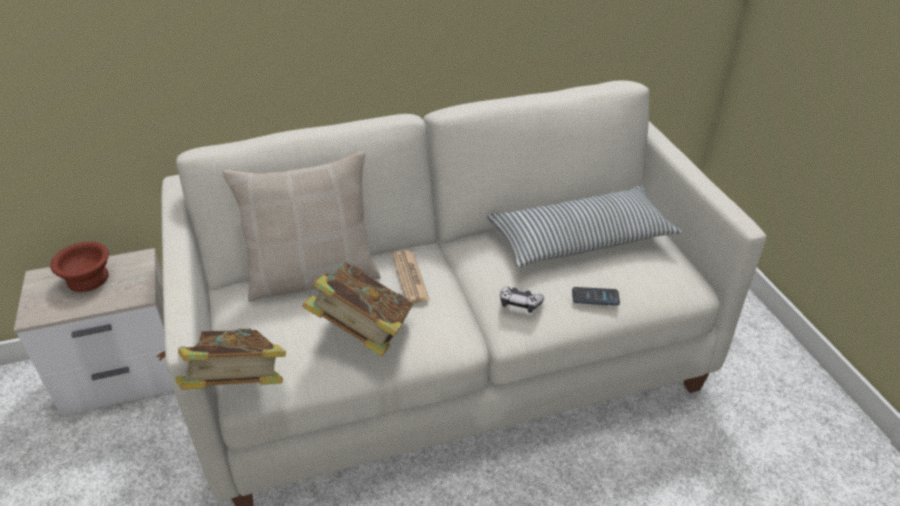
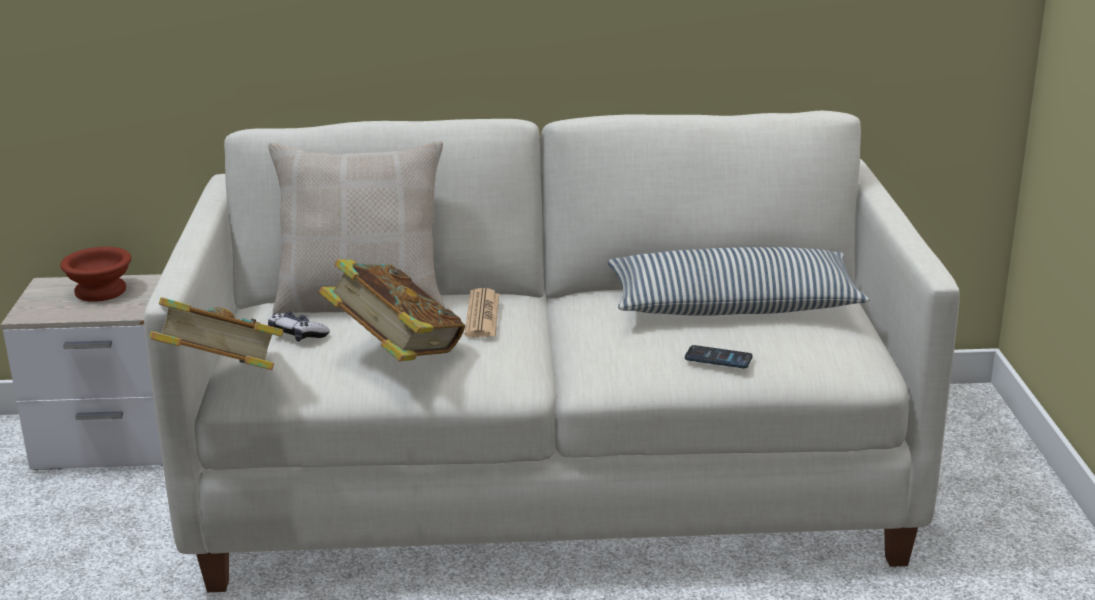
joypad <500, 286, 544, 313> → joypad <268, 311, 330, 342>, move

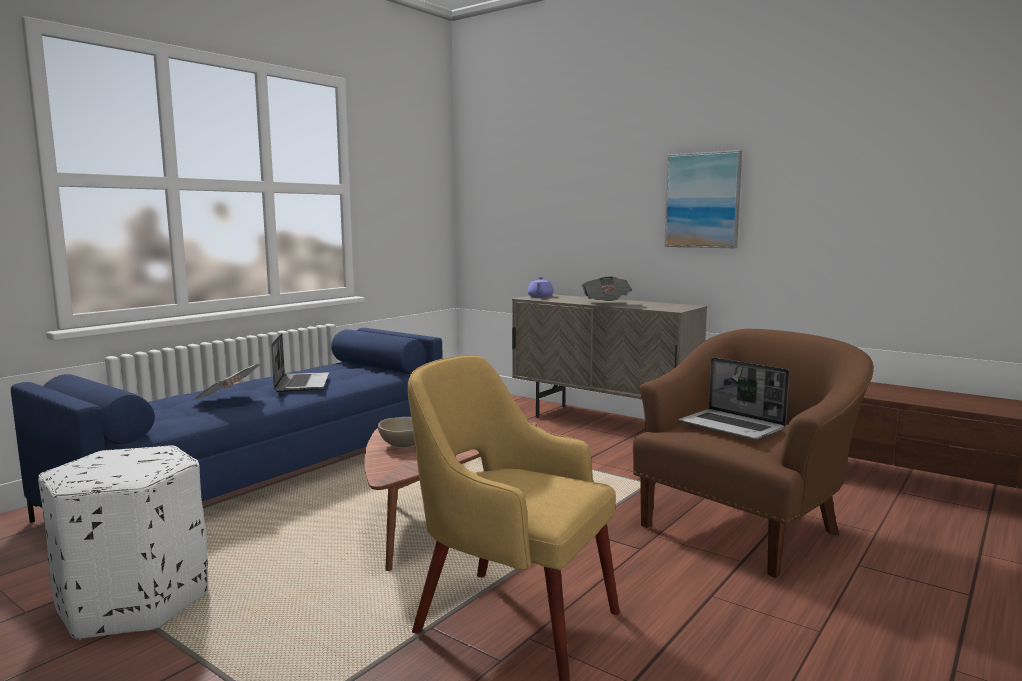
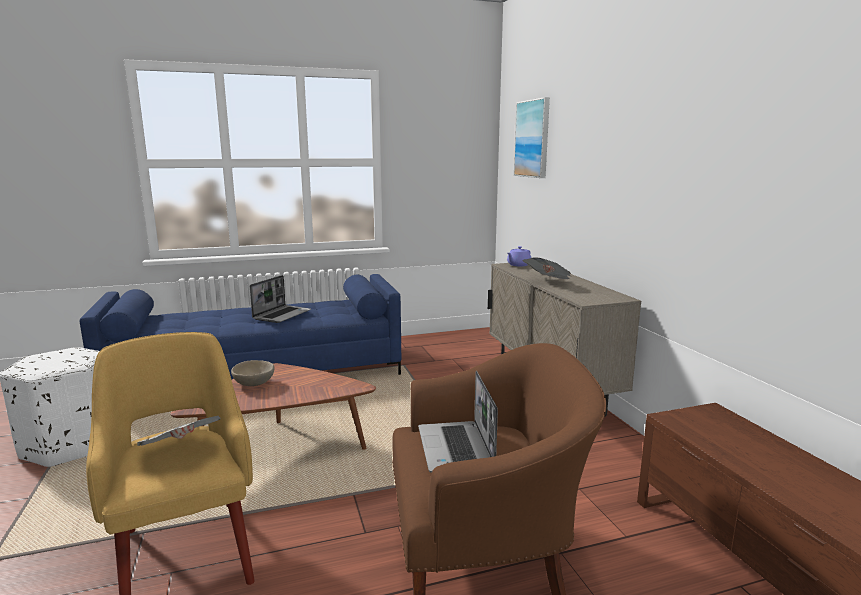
daily paper <192, 364, 260, 401> → daily paper <137, 416, 221, 446>, move
wall art <664, 150, 742, 248> → wall art <514, 97, 550, 178>, move

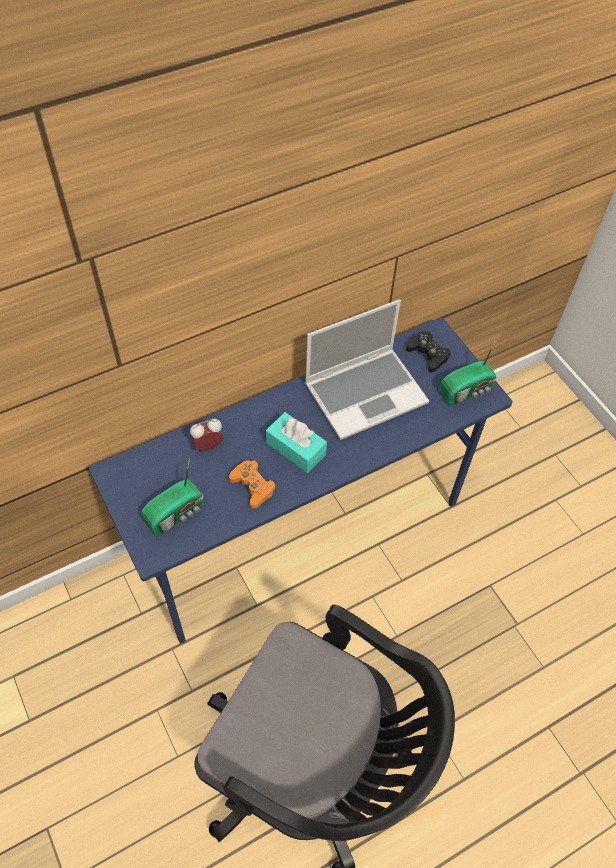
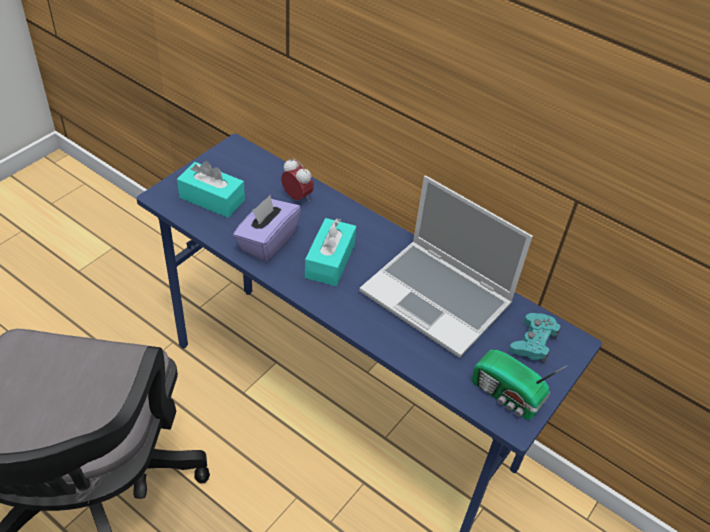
radio receiver <141, 458, 203, 536> → tissue box (turquoise-coloured) <177, 161, 245, 218>
joypad (orange-coloured) <229, 460, 276, 509> → tissue box (purplish) <233, 195, 301, 262>
joypad (black) <406, 331, 451, 372> → joypad (turquoise-coloured) <509, 313, 561, 364>

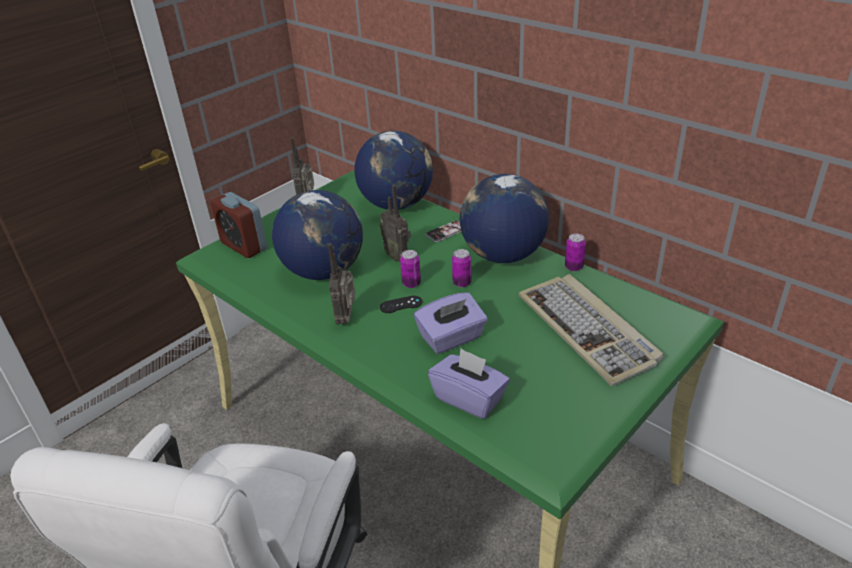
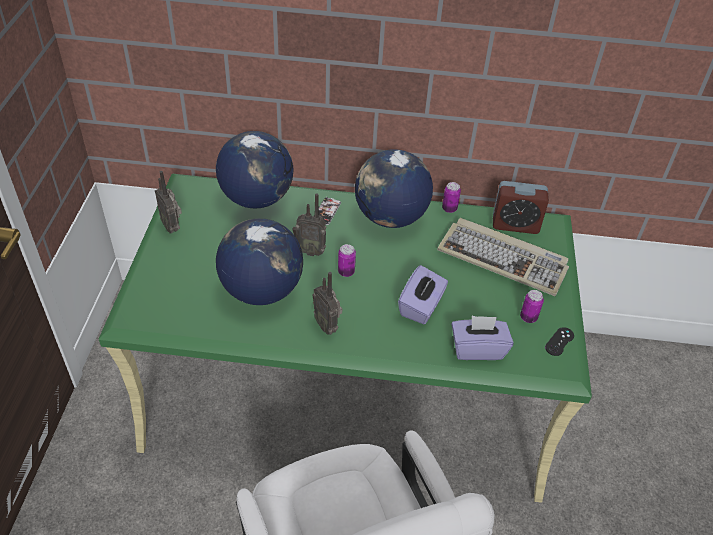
table clock <210, 192, 267, 258> → table clock <493, 181, 549, 234>, move
joypad (black) <380, 296, 422, 313> → joypad (black) <545, 327, 574, 356>, move
can <452, 249, 472, 287> → can <520, 290, 544, 323>, move

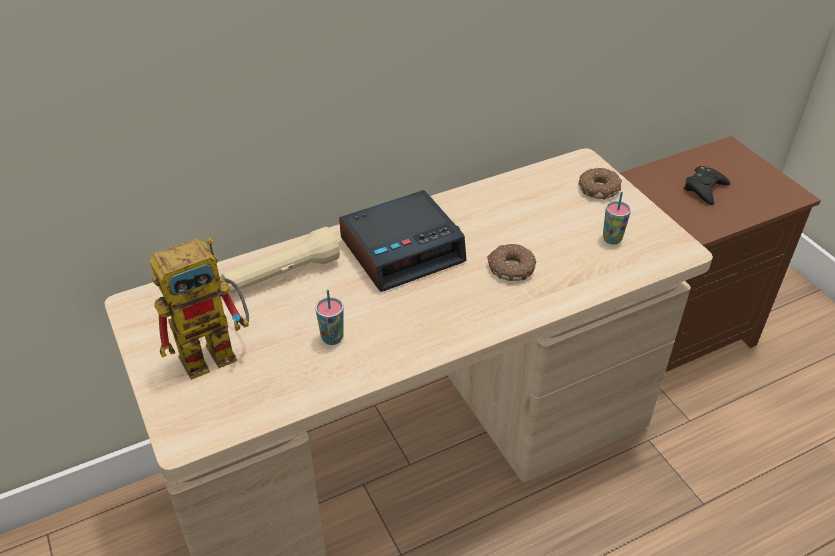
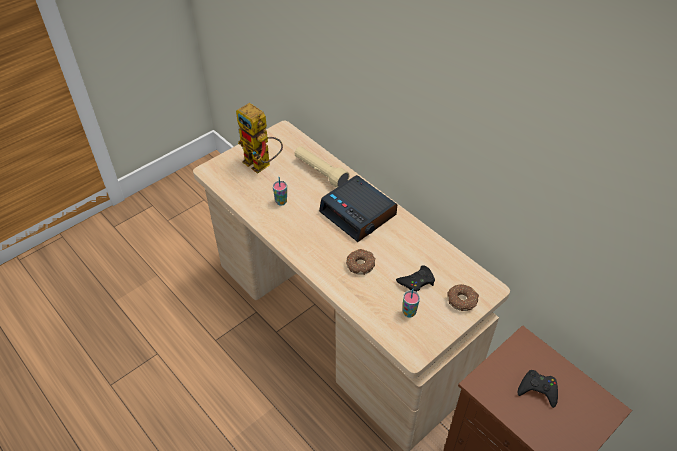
- → joypad (black) <396, 265, 435, 292>

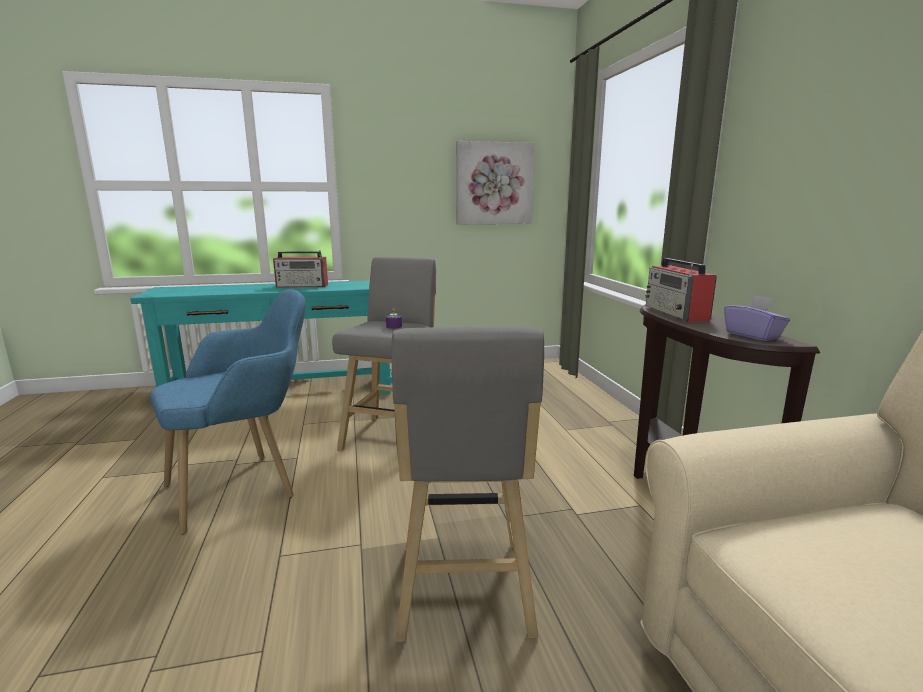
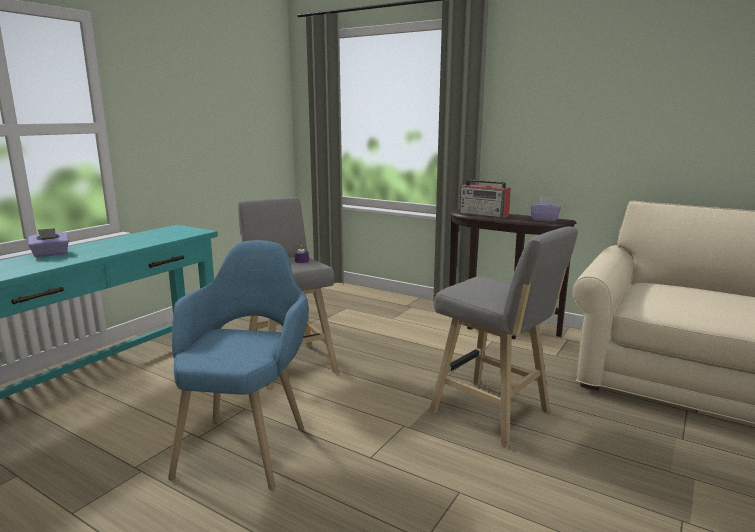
radio receiver <273, 250, 328, 288> → -
wall art <456, 141, 534, 224> → -
- → tissue box (purplish) <28, 228, 69, 257>

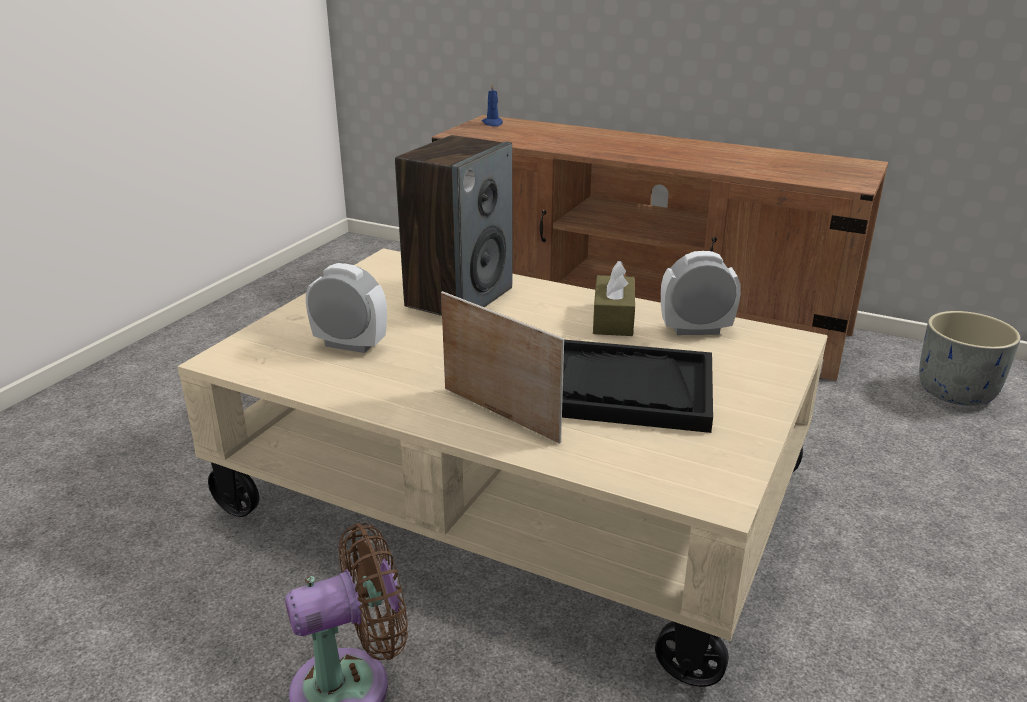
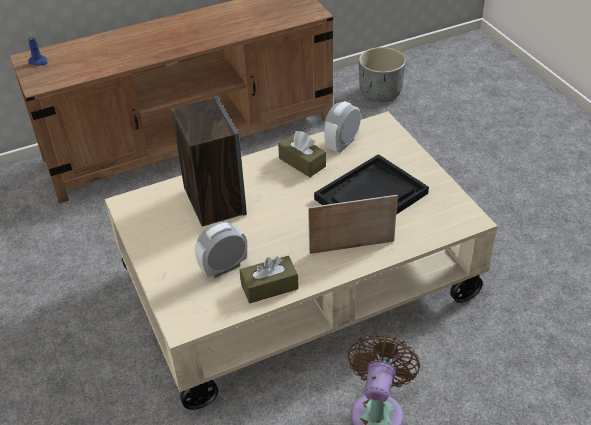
- → tissue box (brown-coloured) <240, 256, 299, 303>

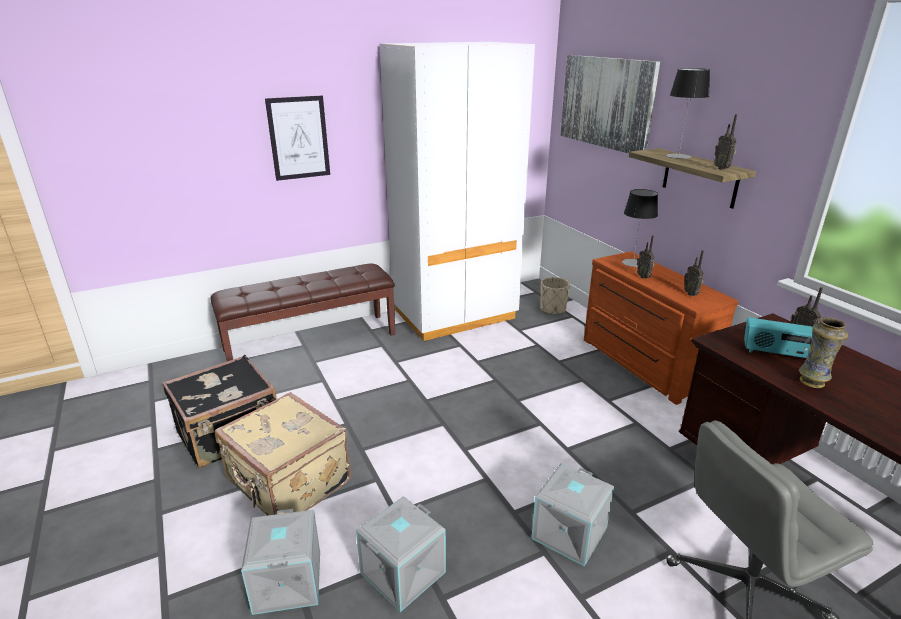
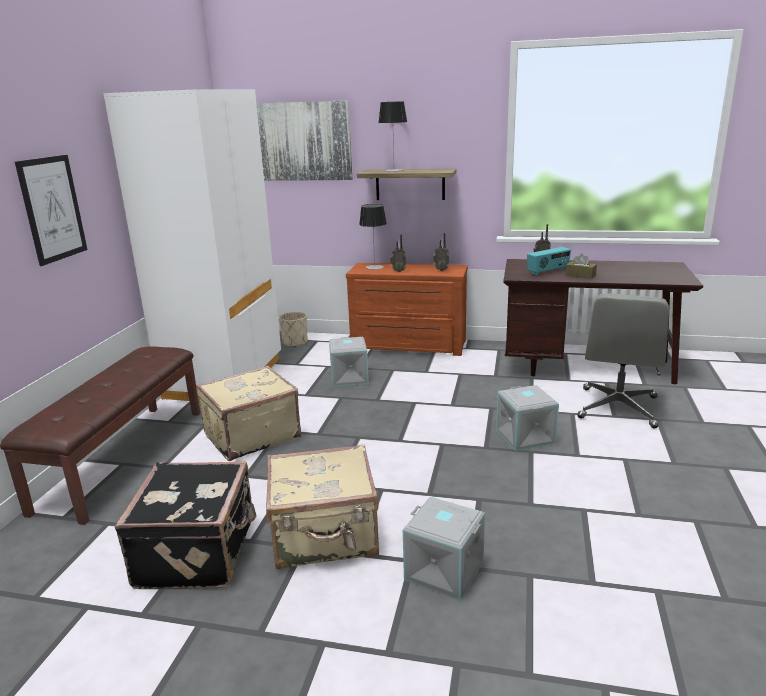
storage container (greyish) <356, 496, 446, 612> → storage container (greyish) <329, 337, 369, 387>, move
radio receiver <714, 114, 737, 170> → -
decorative vase <799, 317, 849, 388> → tissue box (brown-coloured) <566, 254, 597, 279>
- → piece of luggage (sand-coloured) <196, 366, 301, 461>

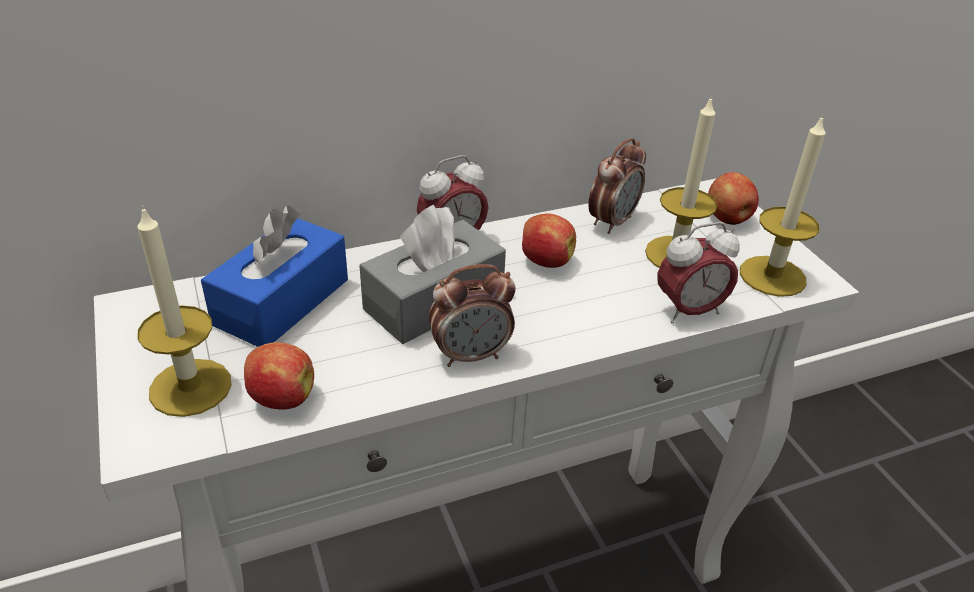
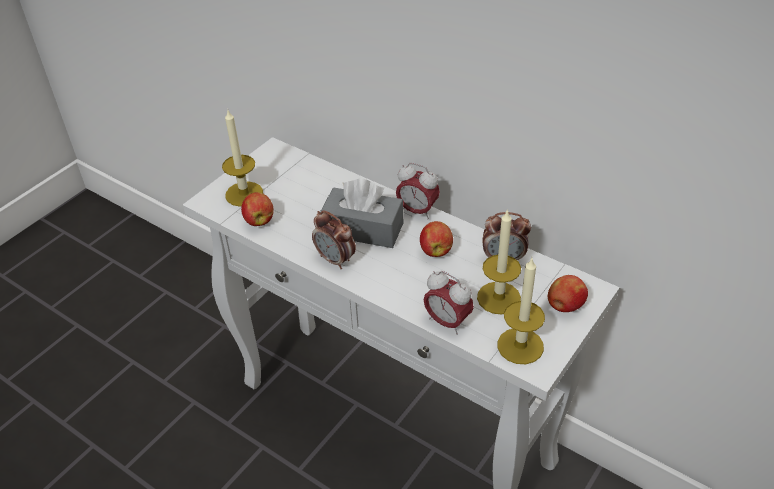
tissue box (bluish) <201, 206, 348, 347> → -

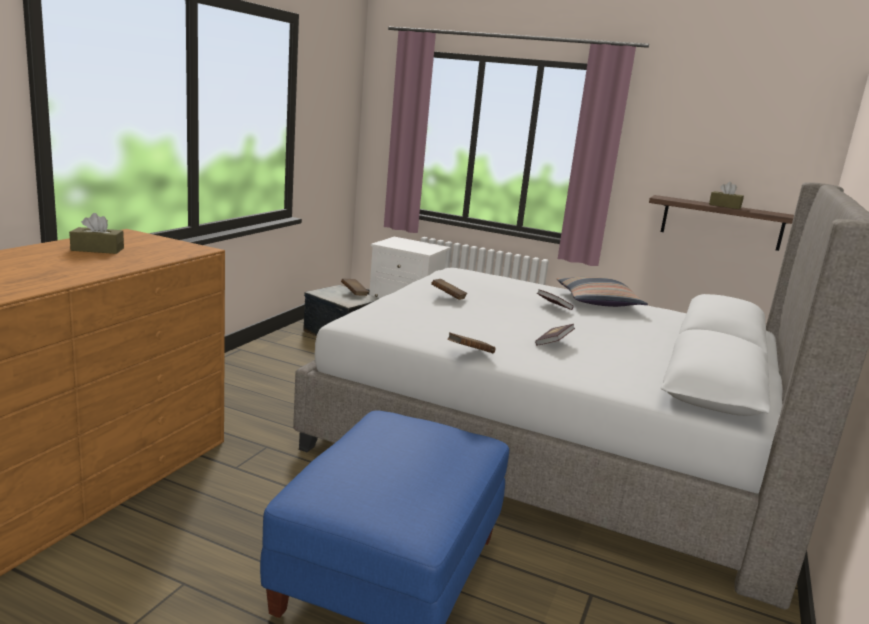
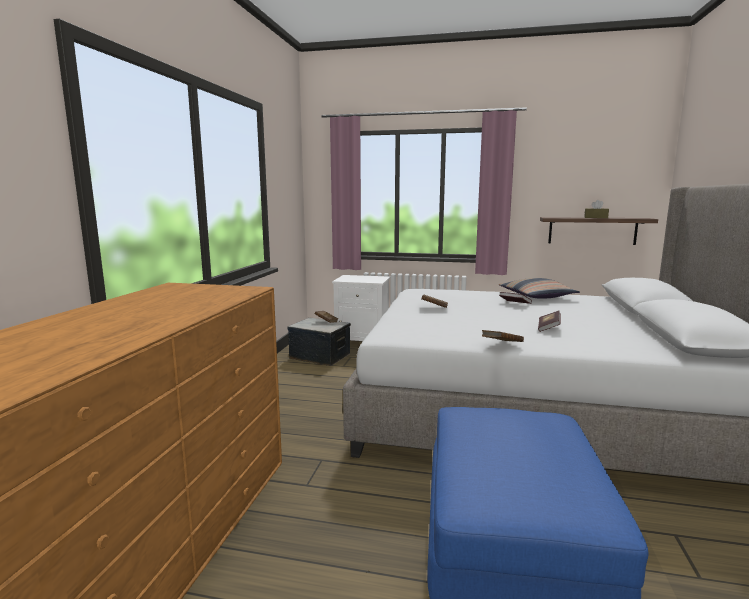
tissue box (brown-coloured) <69, 213, 124, 254> → -

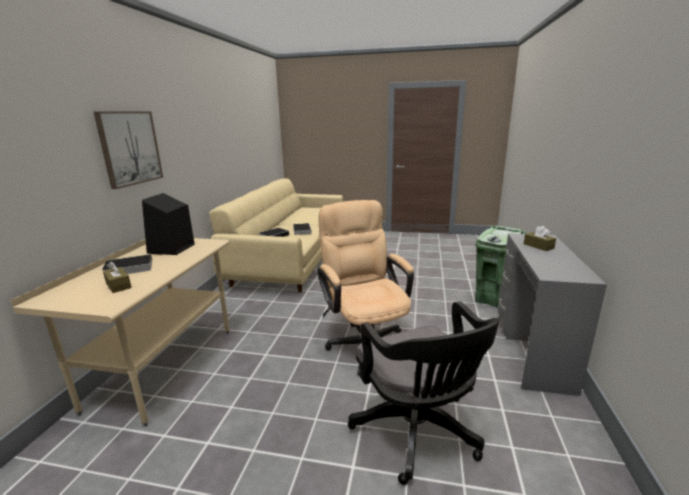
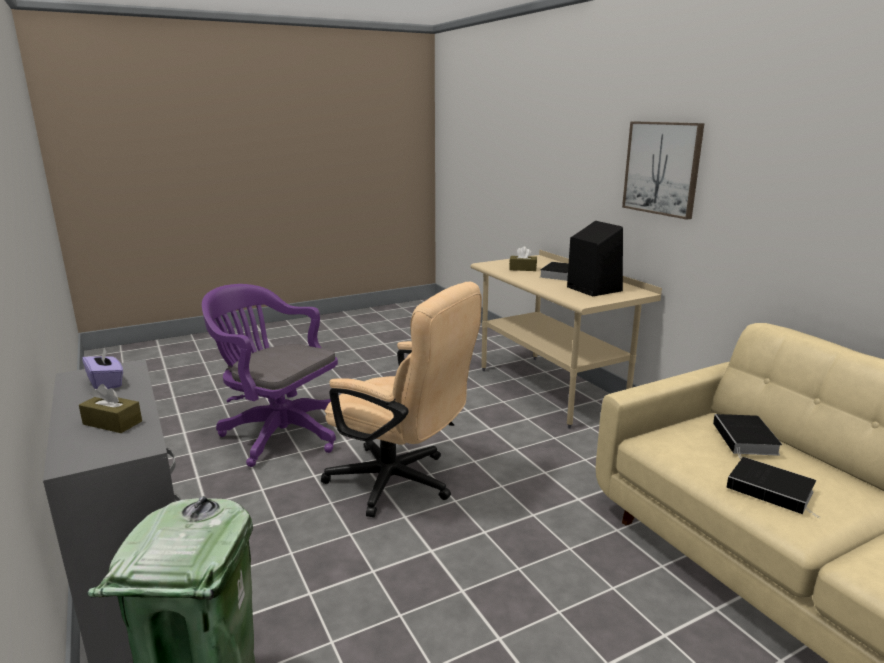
desk chair (black) <348, 301, 499, 485> → desk chair (purplish) <202, 284, 338, 467>
- → tissue box (purplish) <82, 348, 123, 389>

